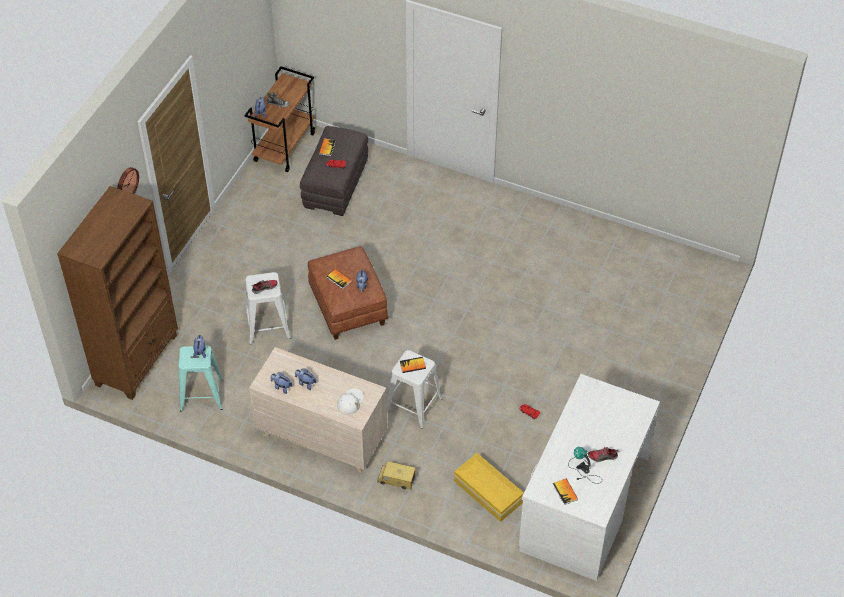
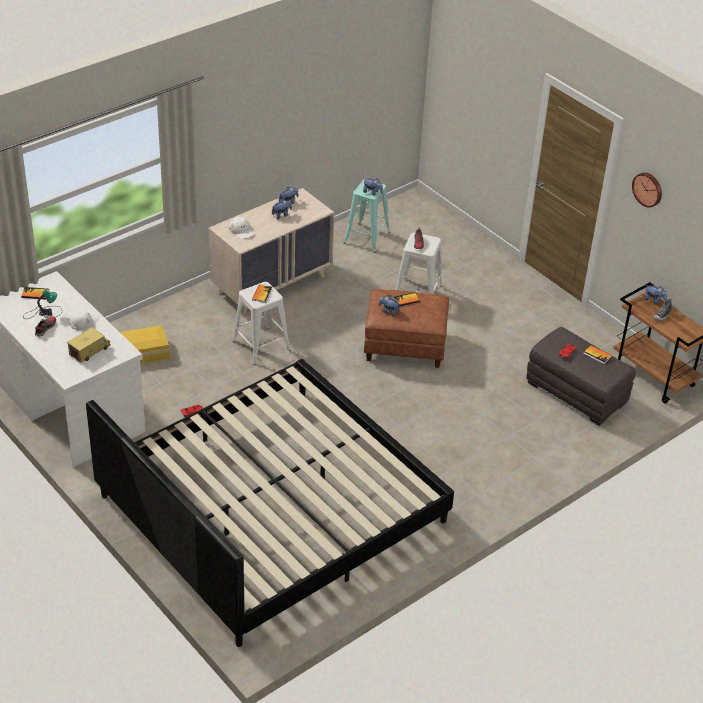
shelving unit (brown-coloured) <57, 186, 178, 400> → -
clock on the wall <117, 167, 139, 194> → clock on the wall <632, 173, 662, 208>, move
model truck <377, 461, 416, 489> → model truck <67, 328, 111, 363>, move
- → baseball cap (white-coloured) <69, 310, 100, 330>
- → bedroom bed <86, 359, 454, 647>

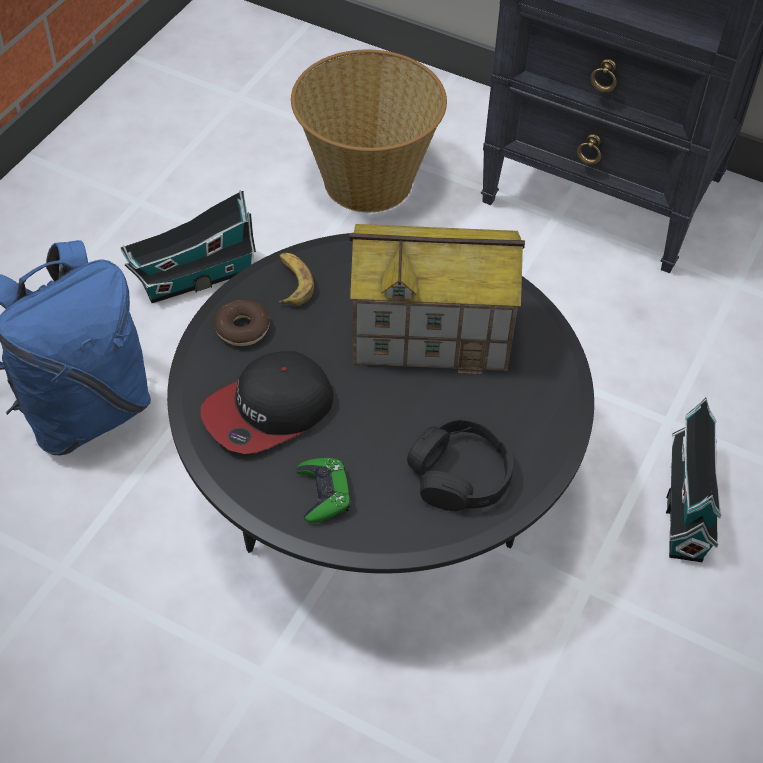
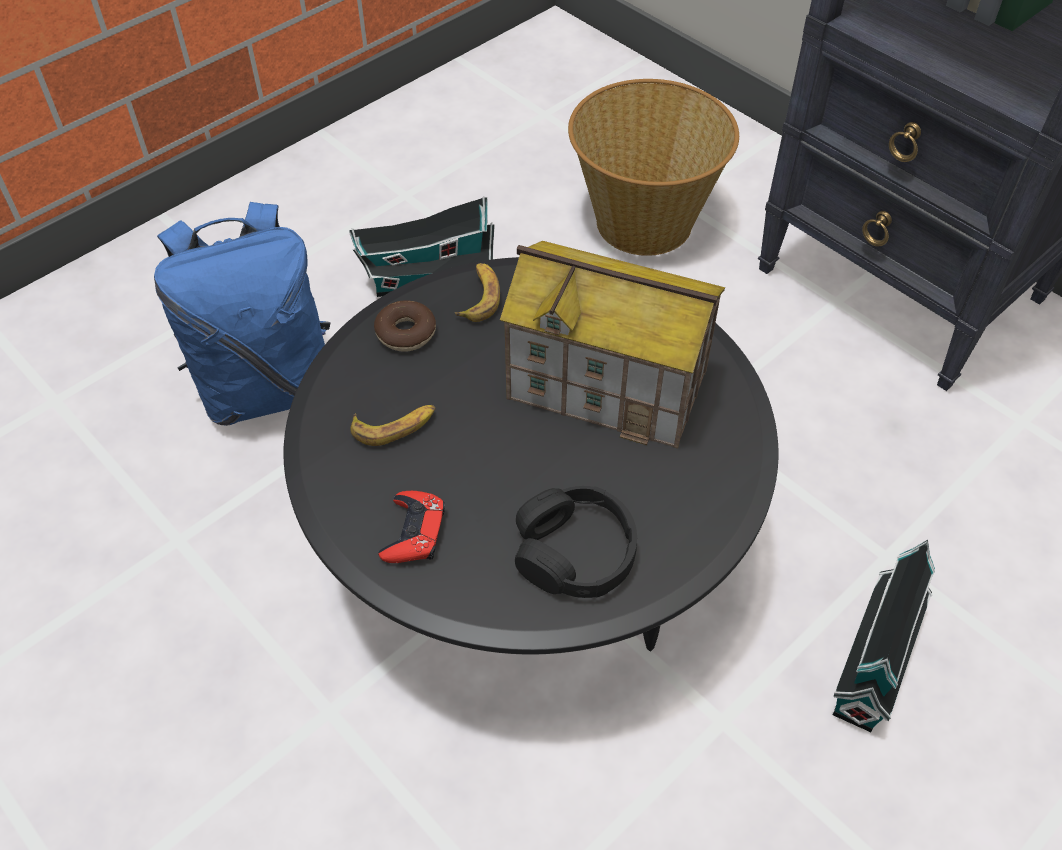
baseball cap <201, 351, 333, 454> → banana fruit <350, 405, 435, 446>
joypad (greenish) <296, 458, 351, 523> → joypad (red) <378, 491, 445, 563>

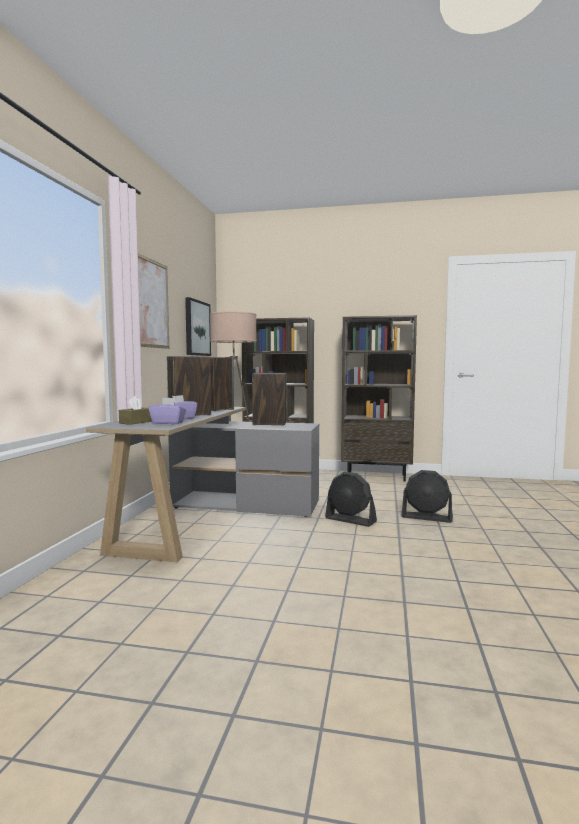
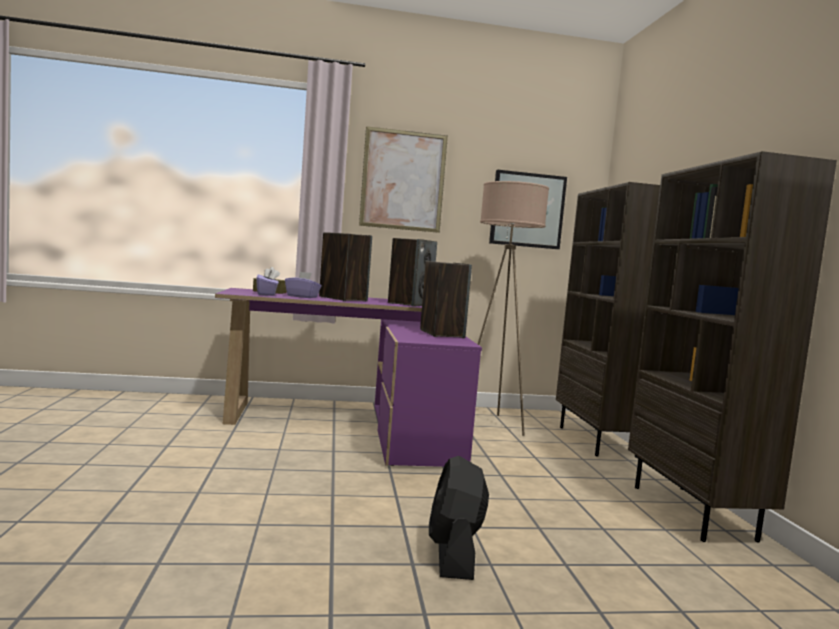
desk (greyish) <86, 407, 319, 562> → desk (purplish) <215, 288, 482, 467>
fan (black) <325, 472, 377, 527> → -

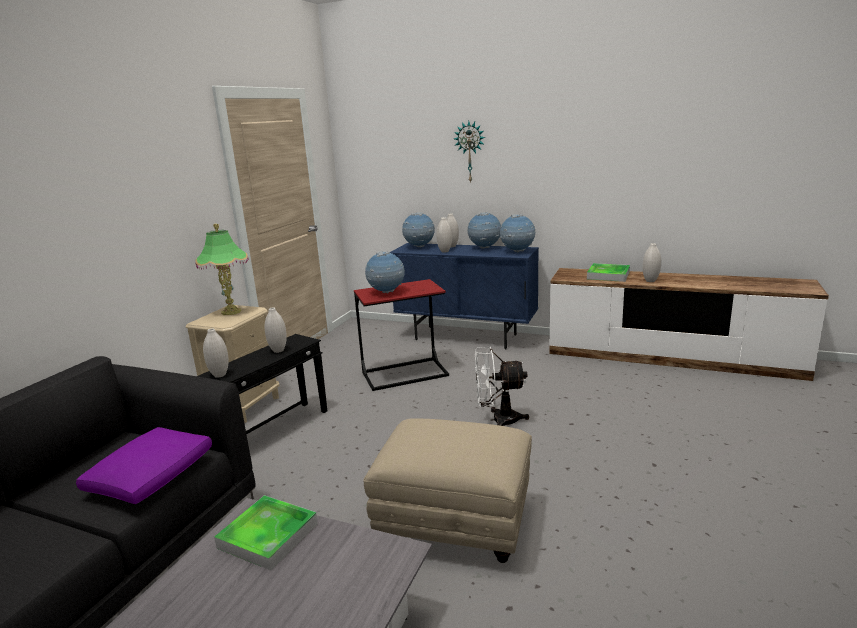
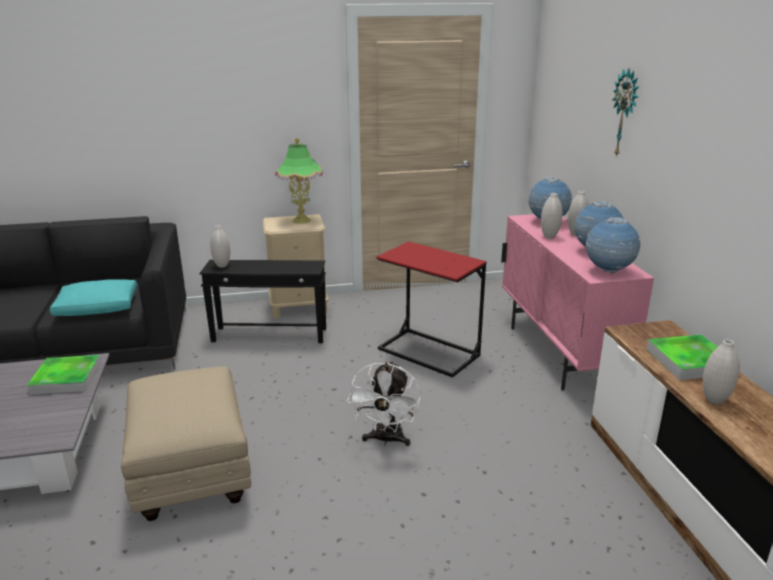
throw pillow (purplish) <76, 427, 212, 504> → throw pillow (turquoise-coloured) <50, 279, 137, 316>
decorative vase (white-coloured) <265, 308, 287, 353> → -
desk globe <365, 251, 404, 294> → -
storage cabinet (bluish) <390, 243, 539, 349> → storage cabinet (pinkish) <501, 214, 654, 391>
fan (white-coloured) <475, 347, 529, 426> → fan (white-coloured) <347, 361, 421, 446>, 135 degrees counterclockwise

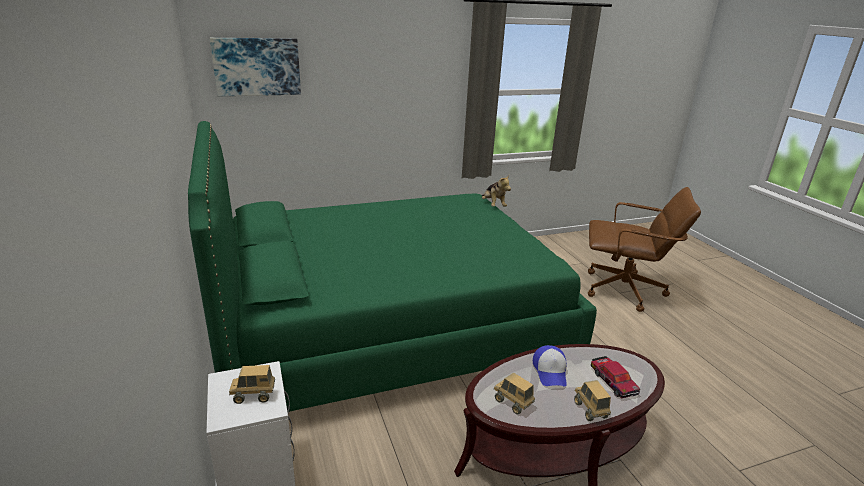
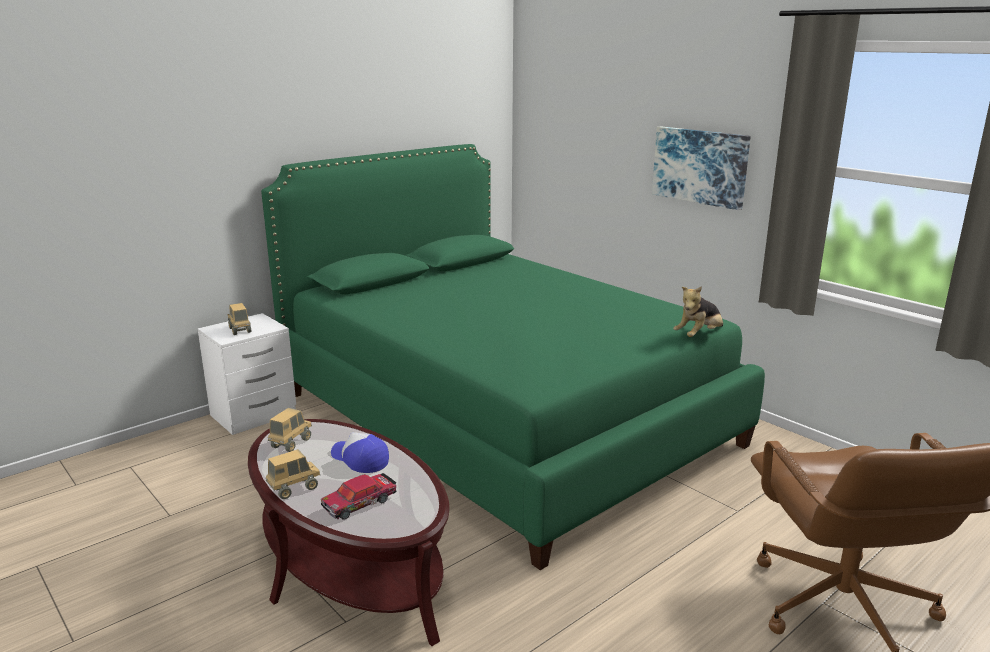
wall art <210, 38, 301, 96> → wall art <652, 126, 751, 210>, move
baseball cap <533, 345, 567, 387> → baseball cap <331, 432, 389, 473>, 60 degrees clockwise

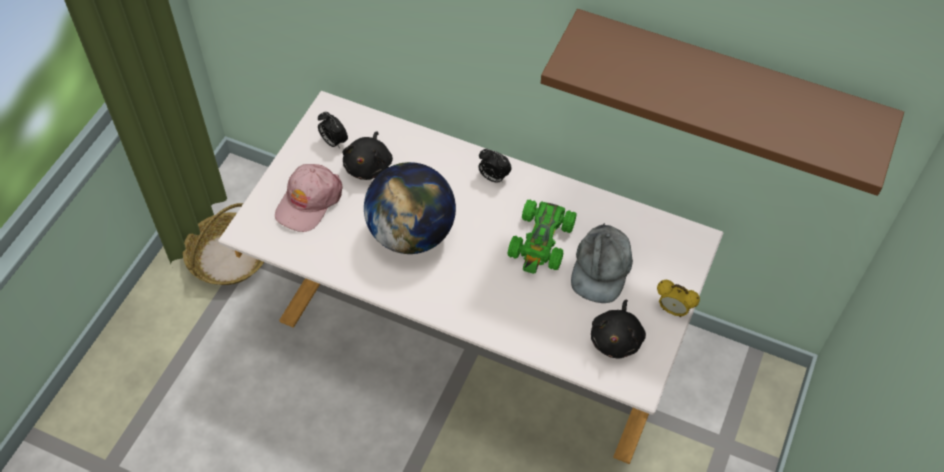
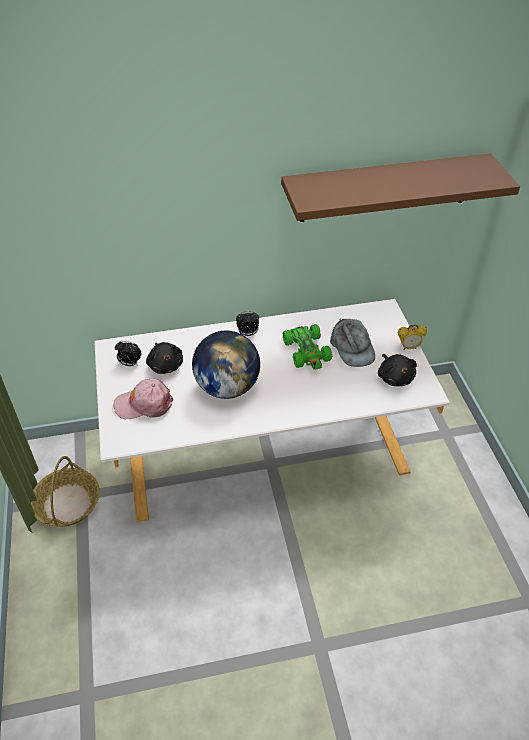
baseball cap (pinkish) <275, 164, 343, 232> → baseball cap (pinkish) <113, 379, 173, 419>, 90 degrees clockwise

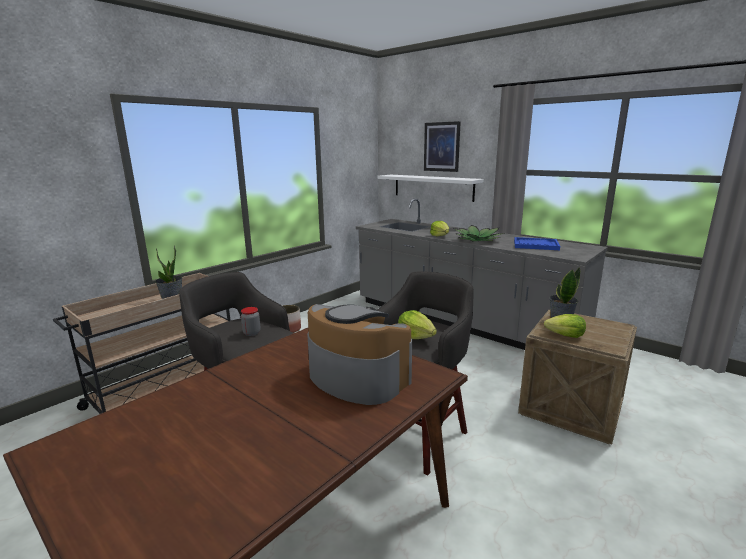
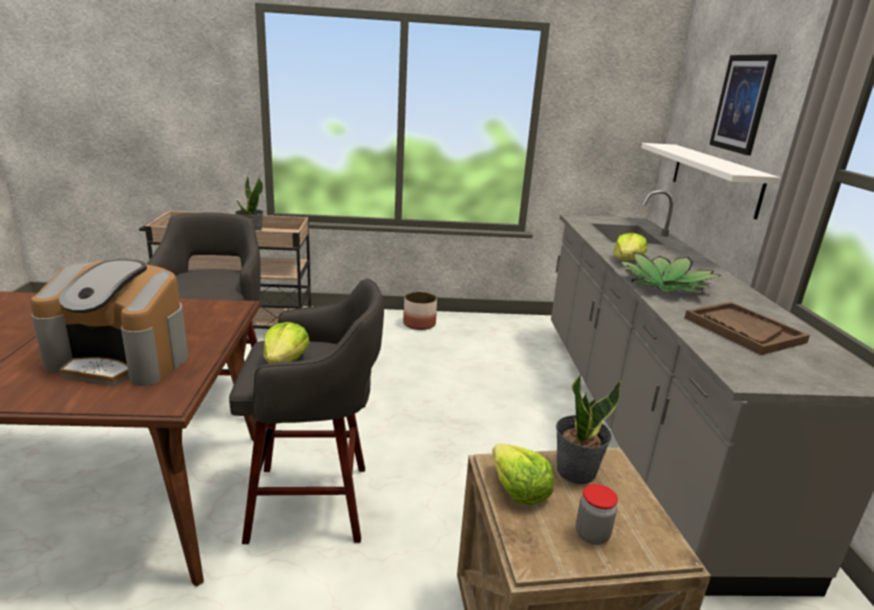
preserve jar <241, 307, 261, 336> → preserve jar <576, 484, 618, 545>, move
coffee machine <307, 304, 412, 405> → coffee machine <30, 259, 188, 386>, 105 degrees clockwise
tray (bluish) <514, 237, 560, 250> → tray (brown-coloured) <685, 302, 810, 355>

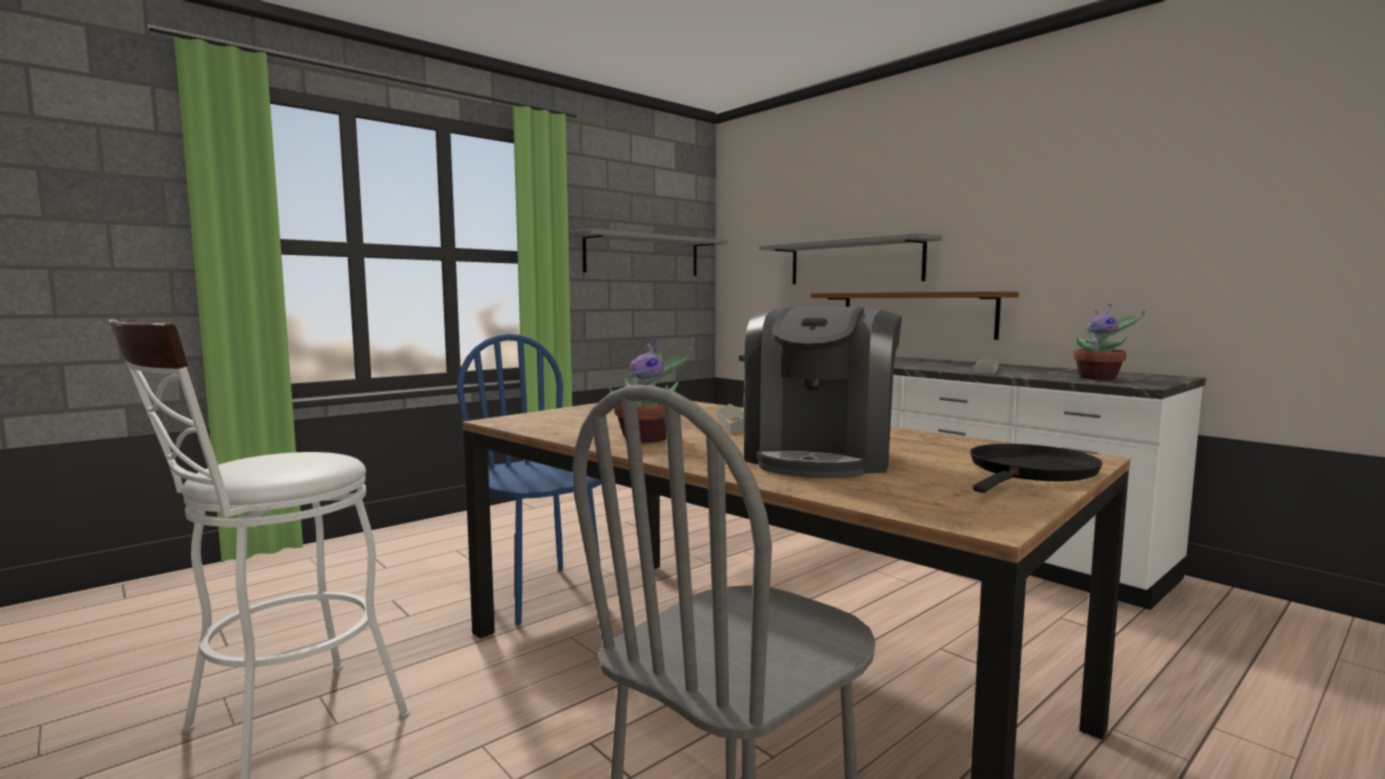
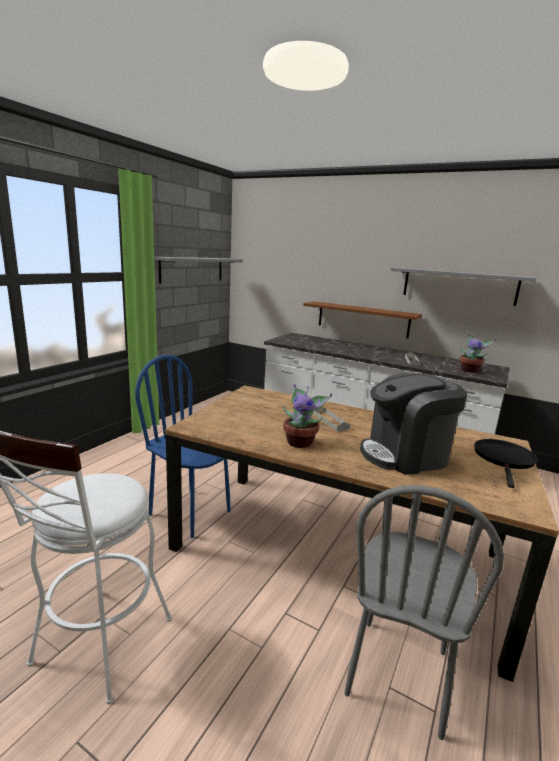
coffee machine <744, 307, 902, 478> → coffee machine <360, 373, 468, 475>, 75 degrees clockwise
shelf (greyish) <759, 233, 943, 284> → shelf (greyish) <391, 268, 536, 306>, move

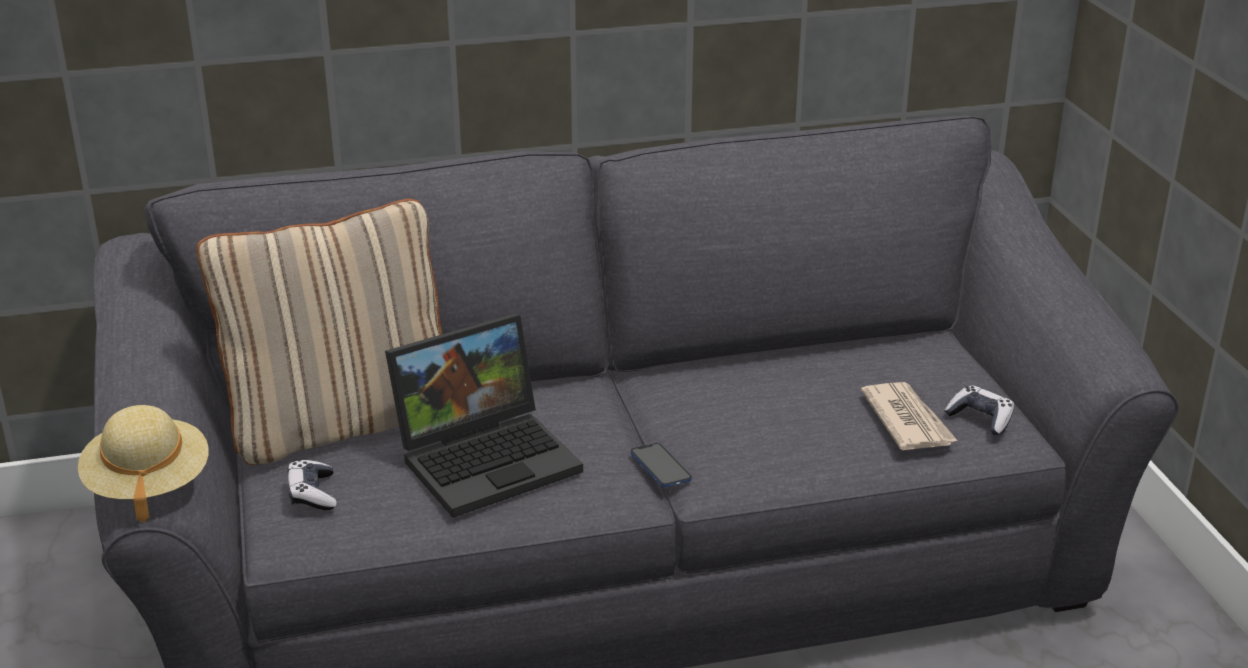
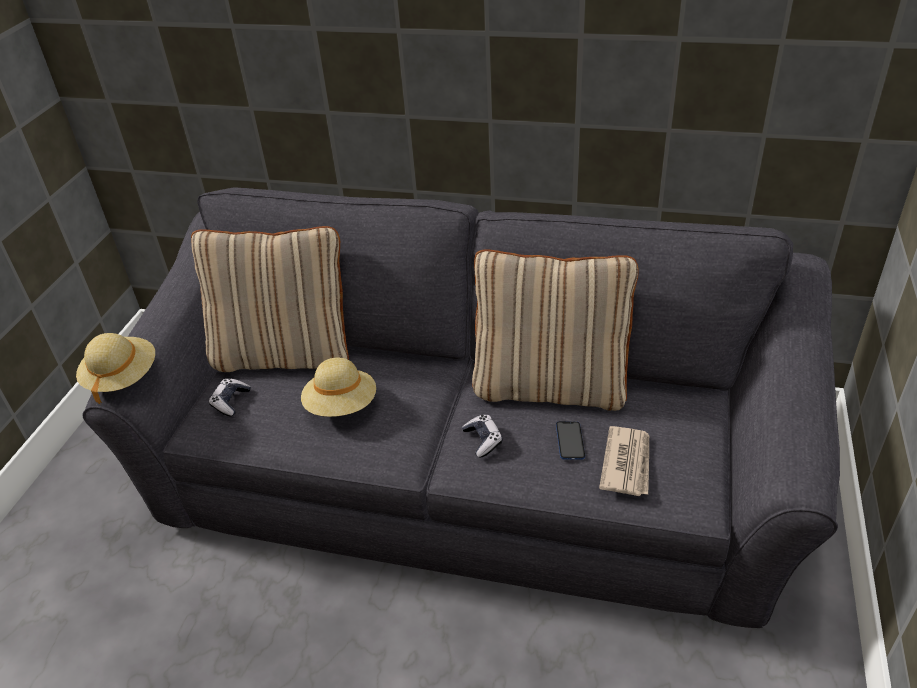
notebook computer <385, 313, 583, 518> → hat (sand-coloured) <301, 357, 376, 417>
telephone <631, 443, 692, 487> → telephone <556, 421, 585, 460>, move
joypad <944, 386, 1014, 435> → joypad <462, 415, 503, 458>, move
- → throw pillow (sand-coloured) <472, 249, 639, 411>

